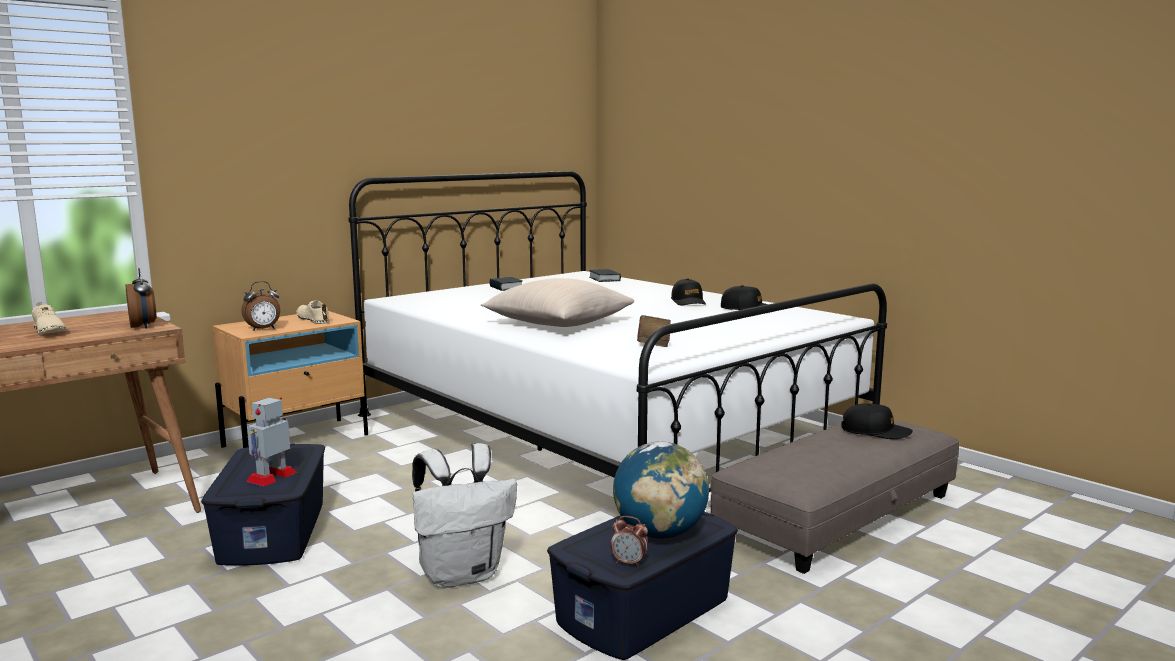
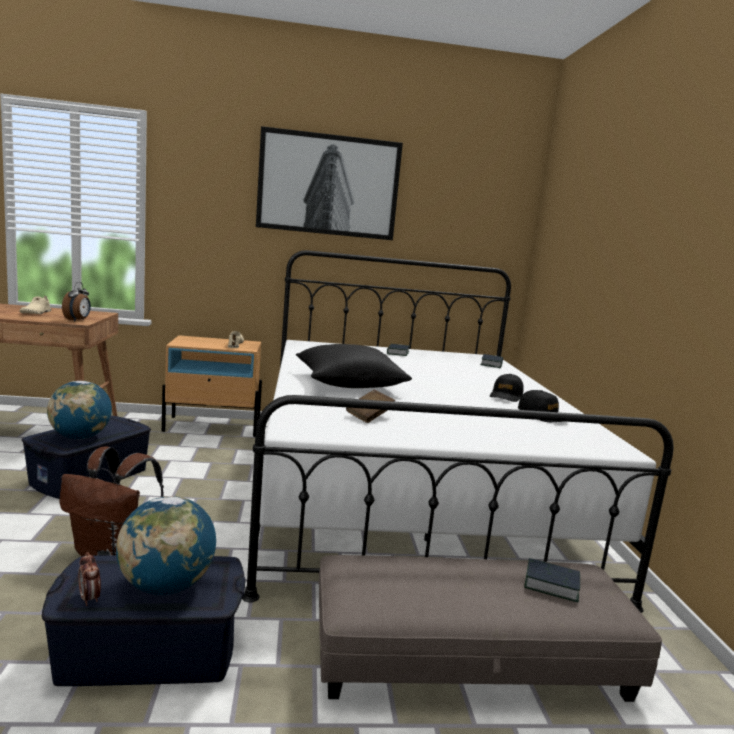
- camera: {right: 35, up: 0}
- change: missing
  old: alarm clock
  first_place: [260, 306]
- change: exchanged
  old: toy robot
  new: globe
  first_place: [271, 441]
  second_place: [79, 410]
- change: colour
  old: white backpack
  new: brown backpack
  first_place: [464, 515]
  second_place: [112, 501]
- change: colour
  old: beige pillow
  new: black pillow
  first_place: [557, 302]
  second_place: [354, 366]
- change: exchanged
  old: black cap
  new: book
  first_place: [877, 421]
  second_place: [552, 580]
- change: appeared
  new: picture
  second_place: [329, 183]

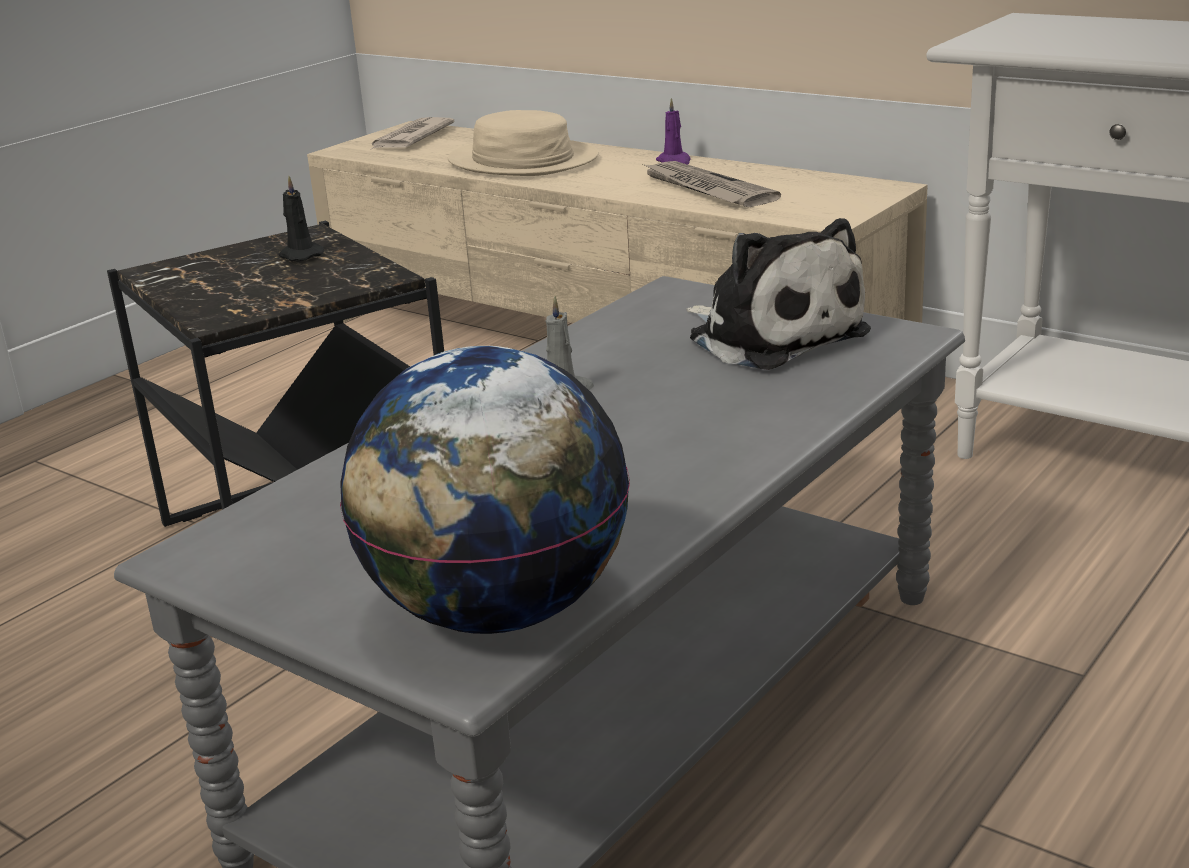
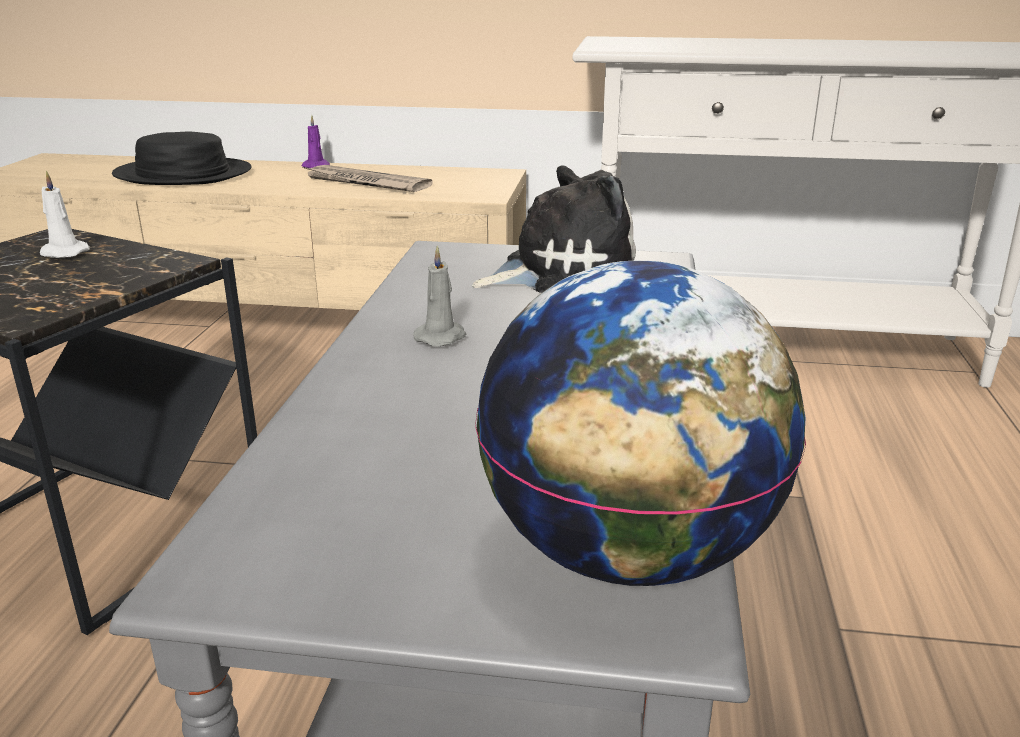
- camera: {right: -30, up: 0}
- change: colour
  old: black candle
  new: white candle
  first_place: [301, 218]
  second_place: [65, 214]
- change: missing
  old: newspaper
  first_place: [412, 133]
- change: colour
  old: beige hat
  new: black hat
  first_place: [523, 143]
  second_place: [181, 158]
- change: spun
  old: plush toy
  first_place: [778, 294]
  second_place: [554, 229]
  degrees: -45

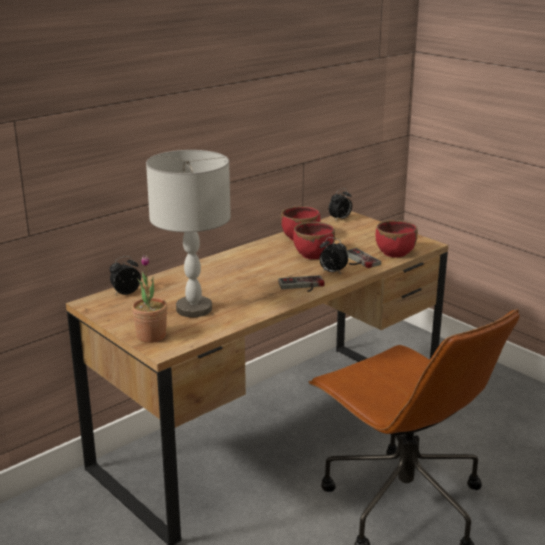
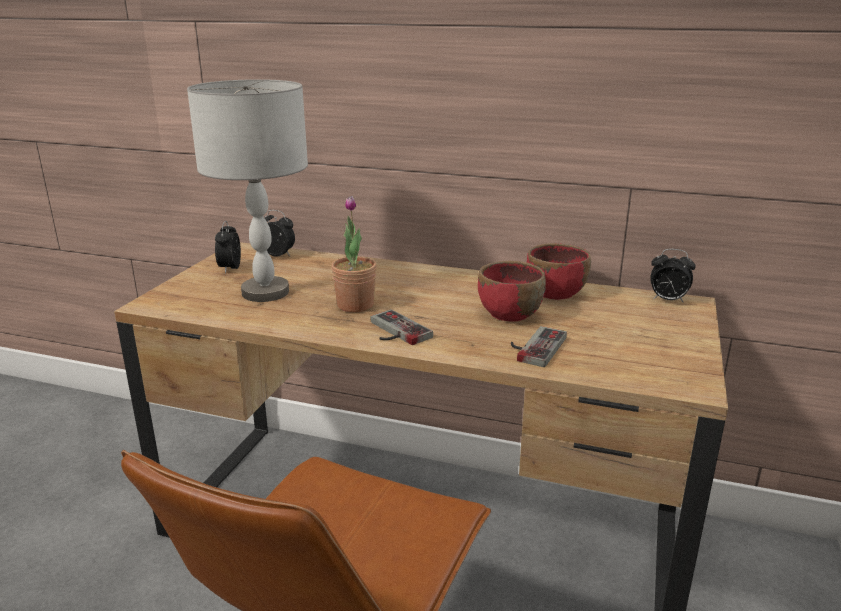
- camera: {right: 60, up: 0}
- change: relocated
  old: potted plant
  first_place: [149, 299]
  second_place: [354, 254]
- change: relocated
  old: alarm clock
  first_place: [333, 255]
  second_place: [228, 247]
- change: missing
  old: red bowl
  first_place: [397, 238]

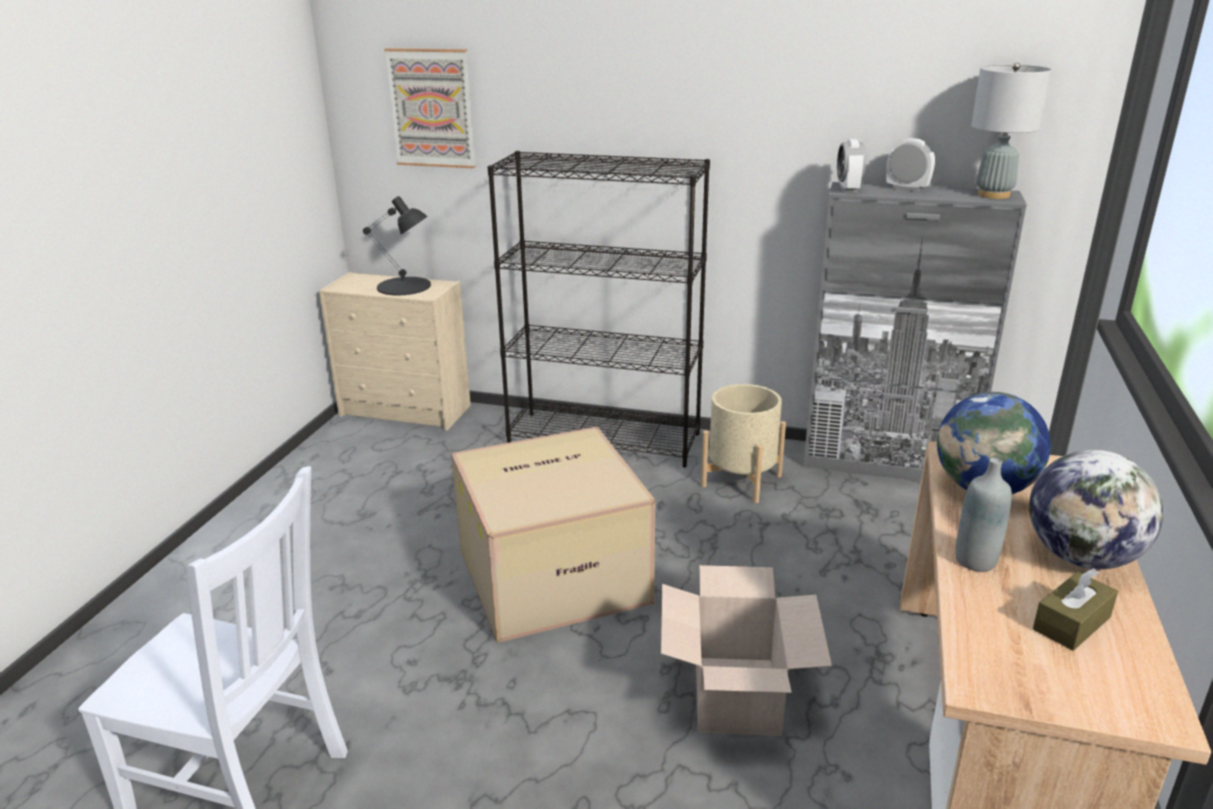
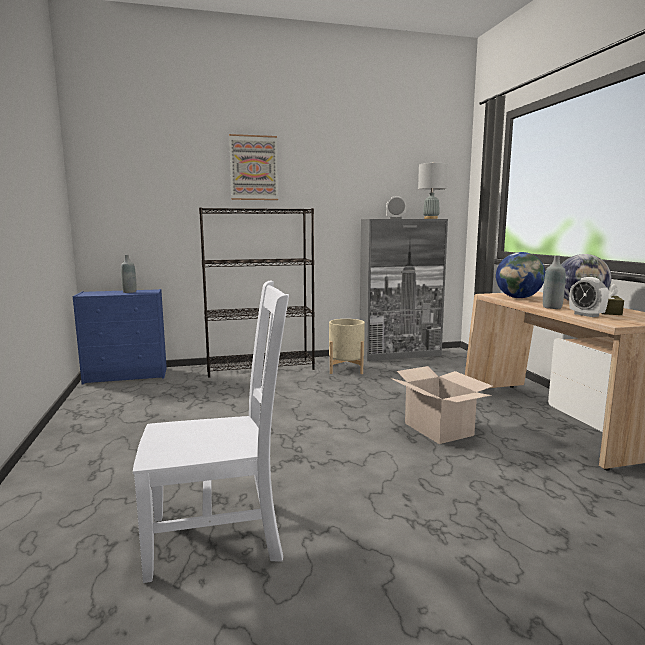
- camera: {right: -30, up: -15}
- change: colour
  old: beige dresser
  new: blue dresser
  first_place: [395, 351]
  second_place: [120, 336]
- change: exchanged
  old: black table lamp
  new: grey bottle
  first_place: [397, 245]
  second_place: [128, 274]
- change: relocated
  old: picture
  first_place: [430, 108]
  second_place: [253, 167]
- change: missing
  old: cardboard box
  first_place: [553, 534]
- change: relocated
  old: alarm clock
  first_place: [851, 166]
  second_place: [589, 297]

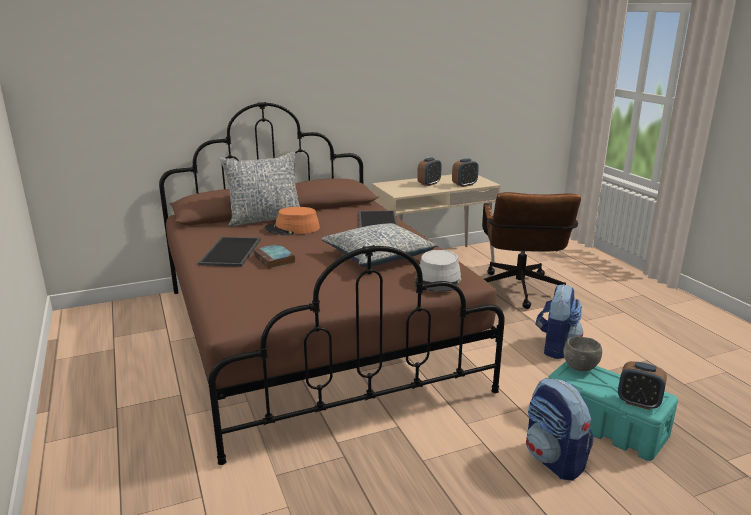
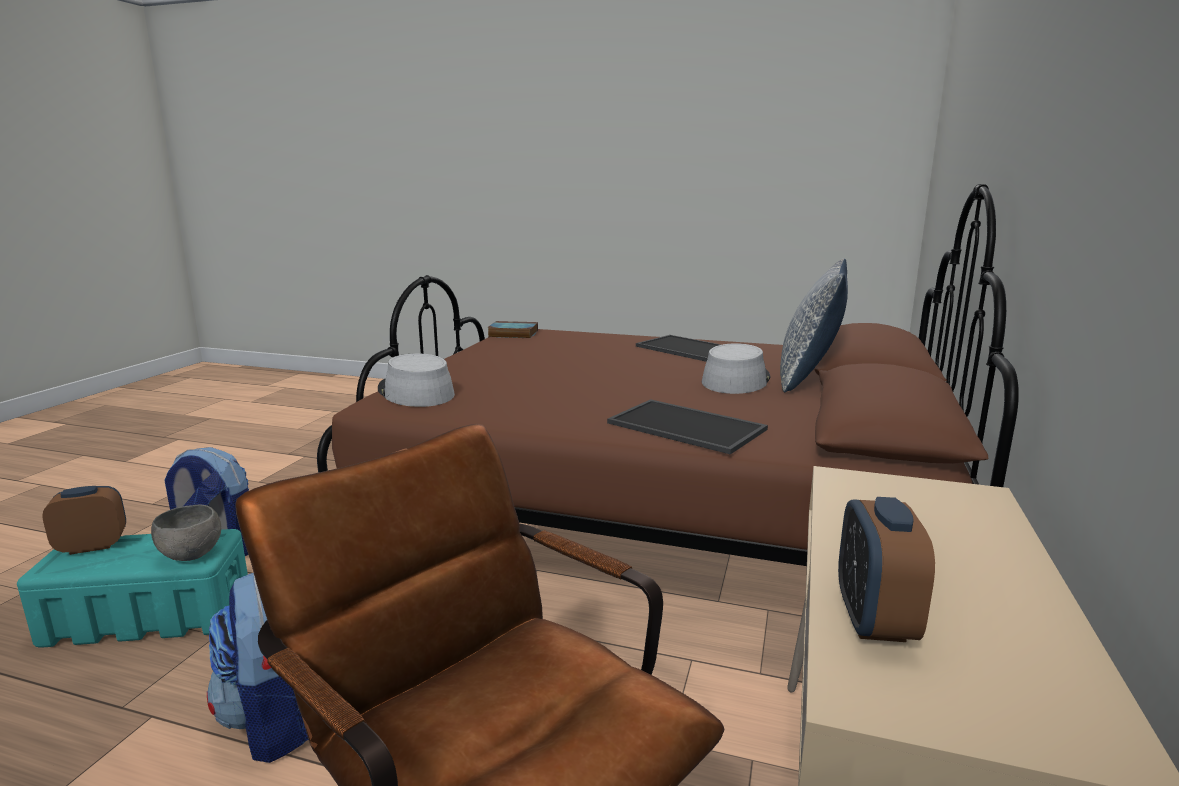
- camera: {right: 130, up: -5}
- change: relocated
  old: book
  first_place: [274, 256]
  second_place: [512, 329]
- change: colour
  old: orange hat
  new: grey hat
  first_place: [292, 221]
  second_place: [736, 368]
- change: missing
  old: pillow
  first_place: [379, 245]
- change: missing
  old: alarm clock
  first_place: [429, 171]

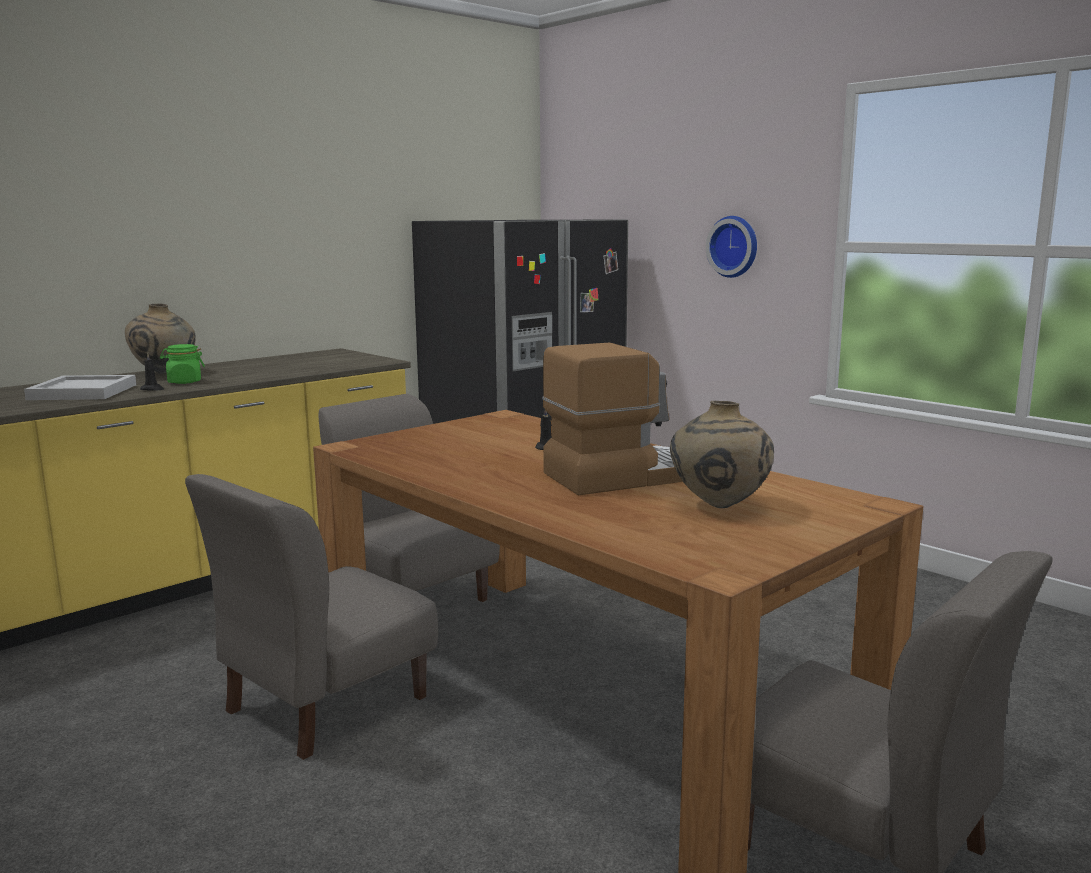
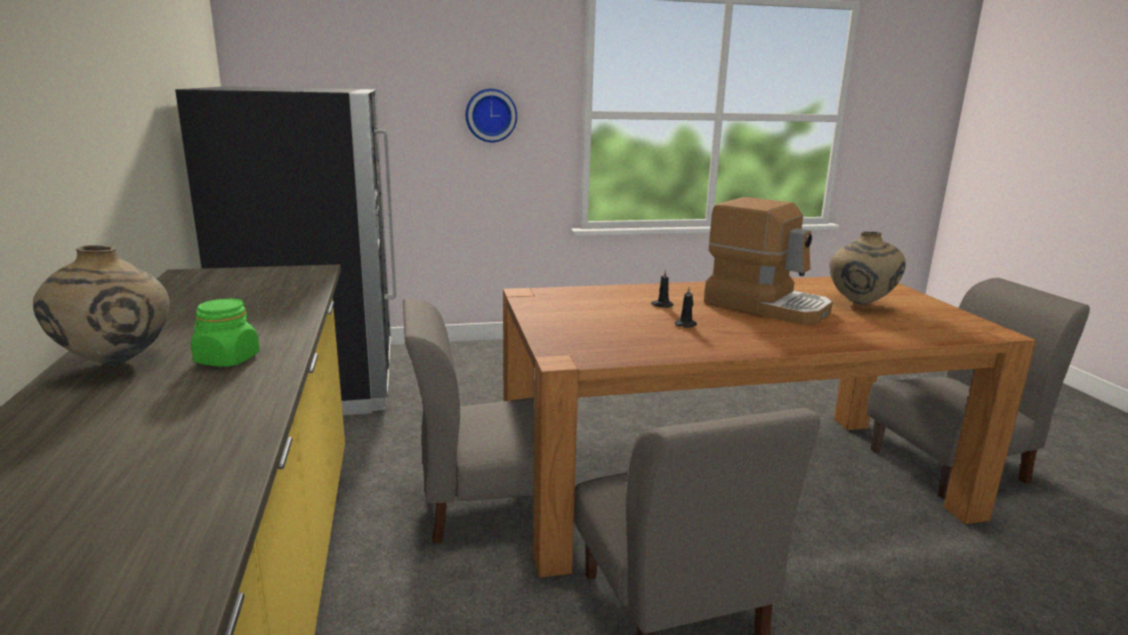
- camera: {right: -60, up: 5}
- change: missing
  old: white tray
  first_place: [80, 387]
- change: relocated
  old: black candle
  first_place: [152, 371]
  second_place: [686, 307]
- change: spun
  old: coffee machine
  first_place: [612, 419]
  second_place: [768, 261]
  degrees: 120

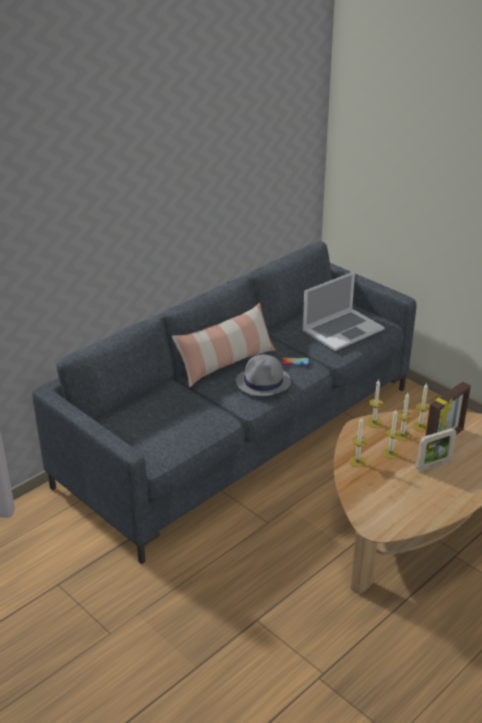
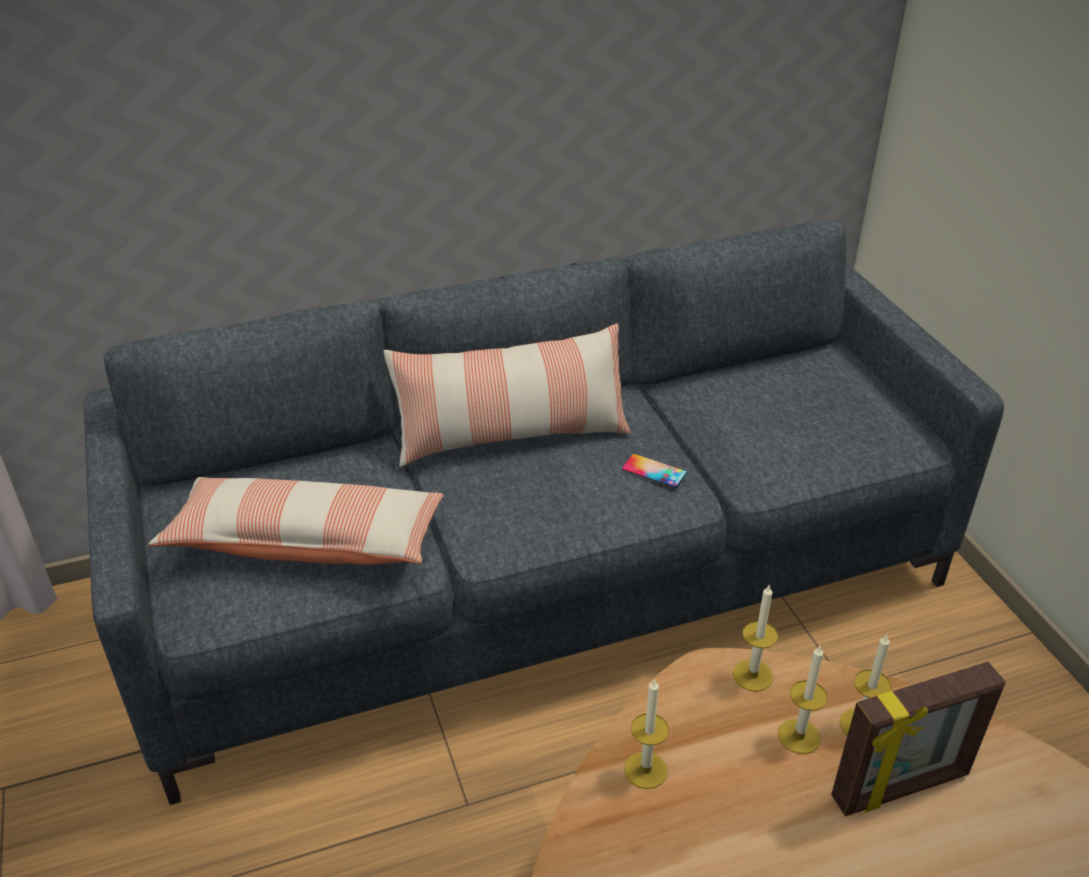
- camera: {right: 25, up: 5}
- change: missing
  old: grey hat
  first_place: [263, 375]
- change: missing
  old: laptop
  first_place: [344, 311]
- change: missing
  old: candle
  first_place: [391, 434]
- change: missing
  old: picture frame
  first_place: [436, 449]
- change: appeared
  new: pillow
  second_place: [296, 521]

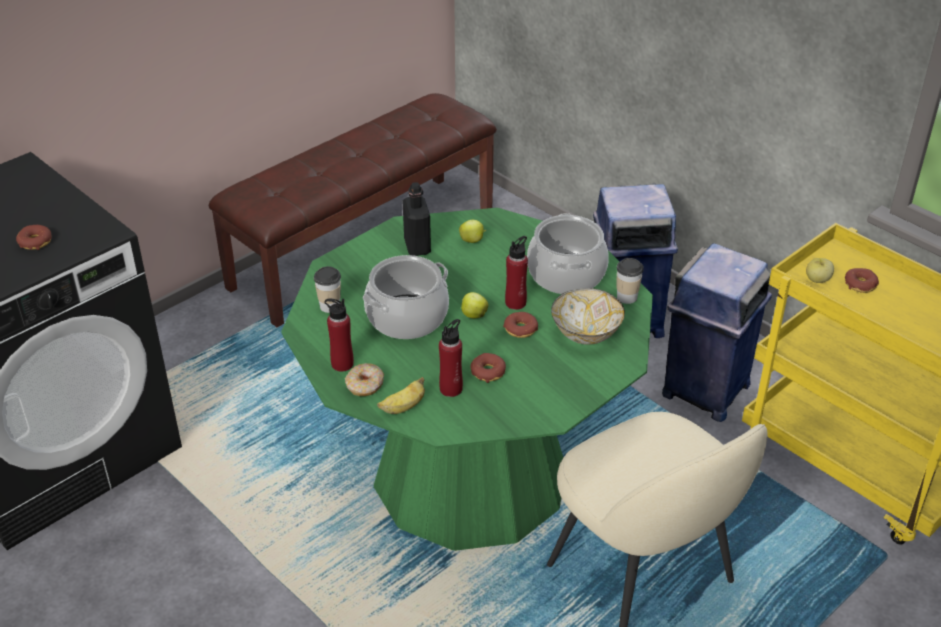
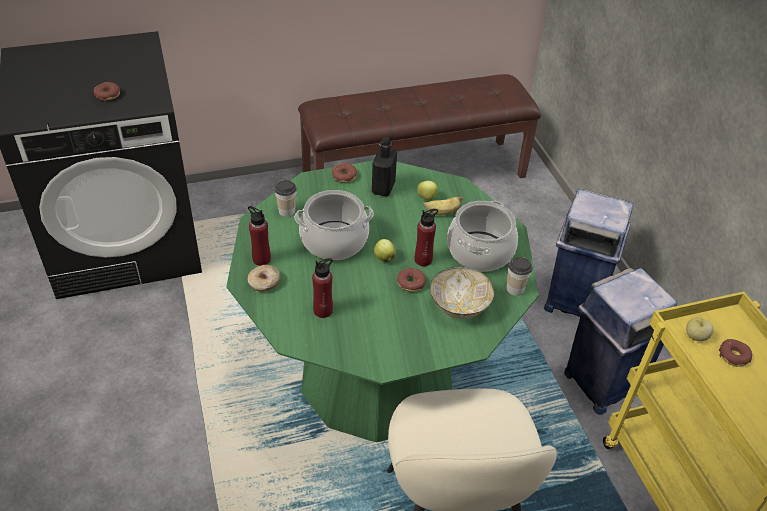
- camera: {right: 25, up: 5}
- change: relocated
  old: banana
  first_place: [401, 395]
  second_place: [443, 205]
- change: relocated
  old: donut
  first_place: [488, 368]
  second_place: [345, 173]

